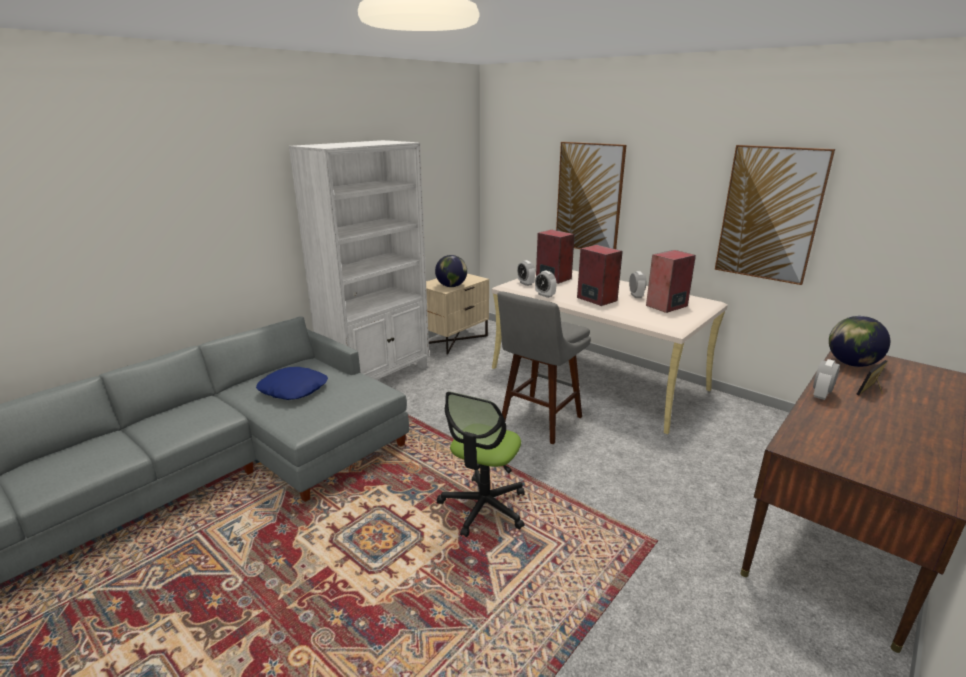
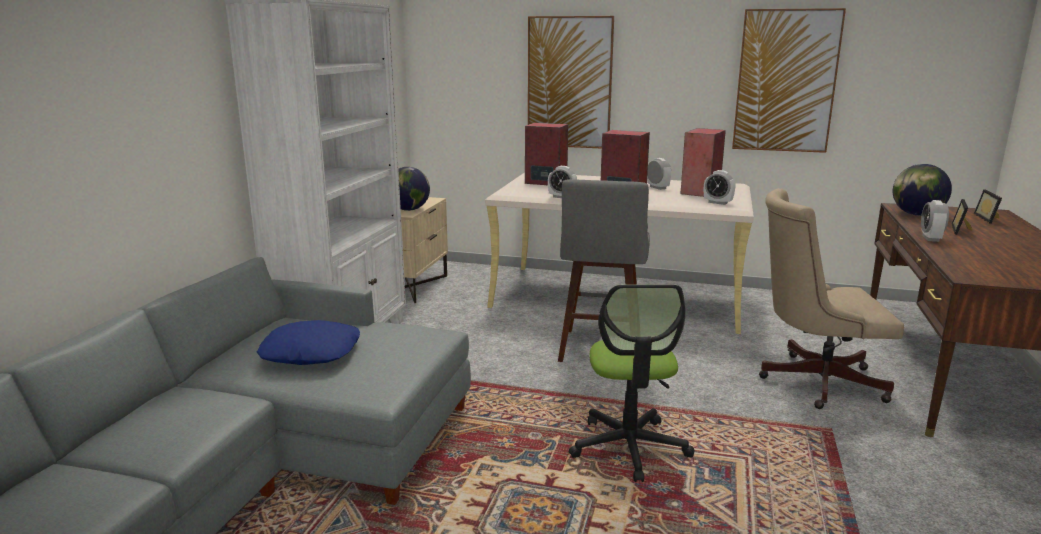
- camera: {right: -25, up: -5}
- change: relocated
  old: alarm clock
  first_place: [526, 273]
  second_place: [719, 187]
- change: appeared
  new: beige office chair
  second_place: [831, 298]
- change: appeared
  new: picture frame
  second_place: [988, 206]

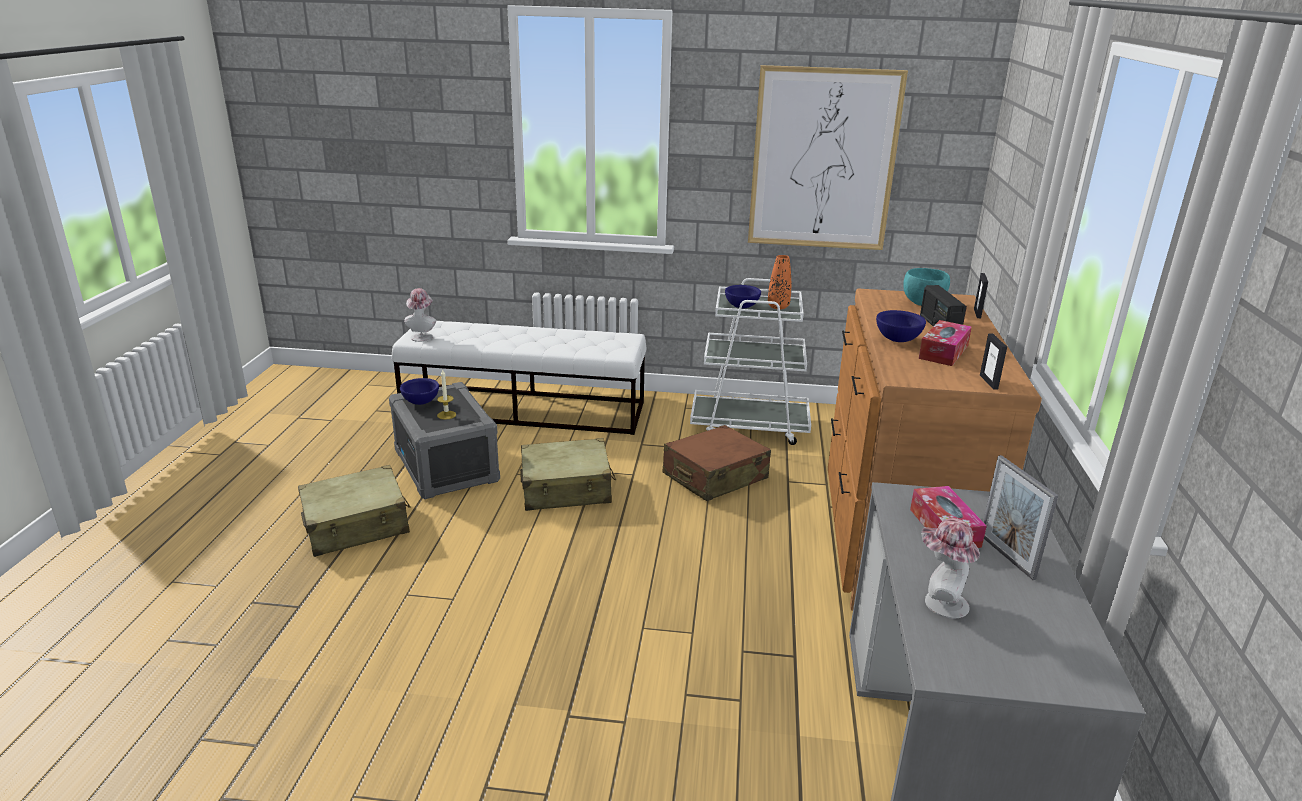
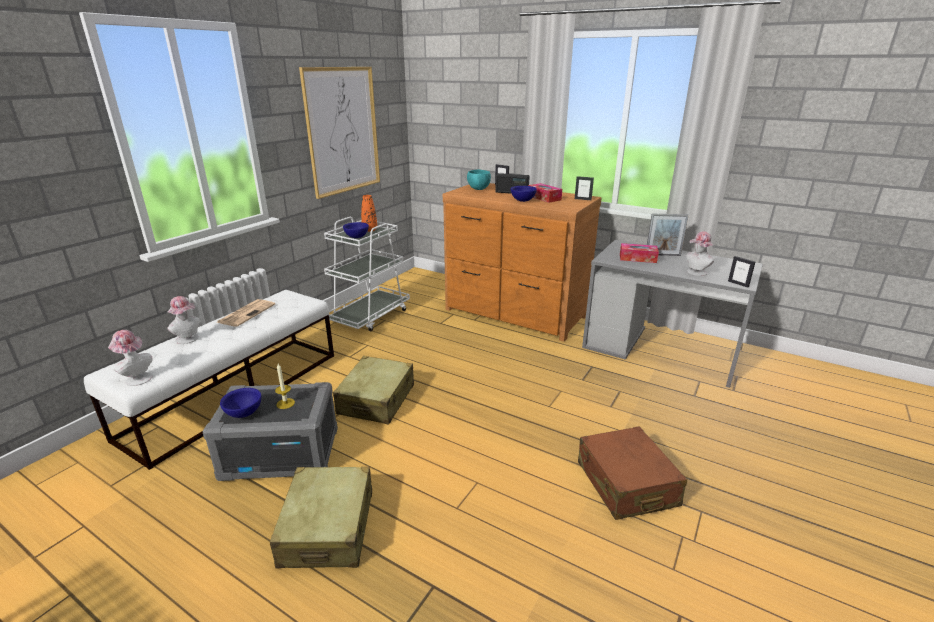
- camera: {right: -65, up: 0}
- change: relocated
  old: brown suitcase
  first_place: [717, 463]
  second_place: [632, 473]
- change: appeared
  new: hat
  second_place: [183, 320]
- change: appeared
  new: newspaper
  second_place: [246, 313]
- change: appeared
  new: picture frame
  second_place: [741, 272]

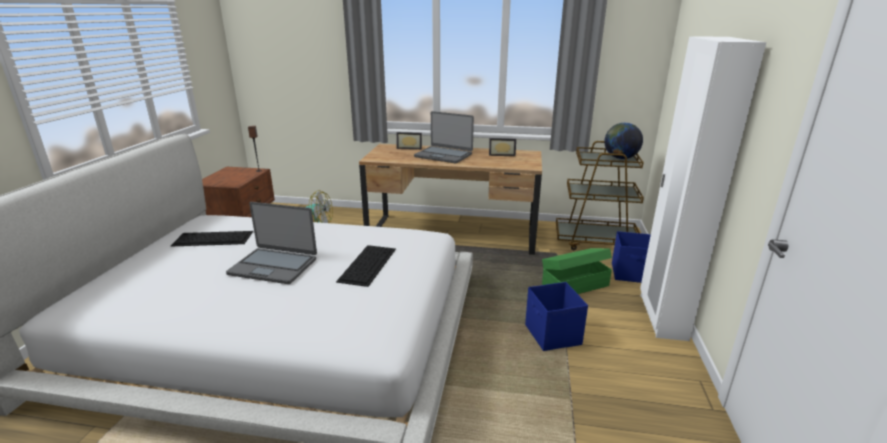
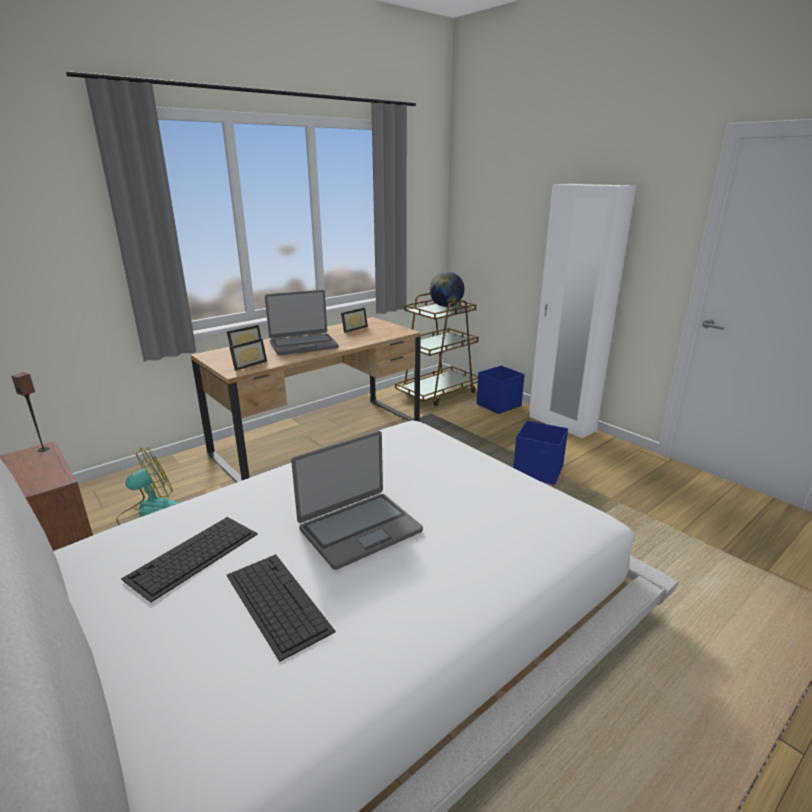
- camera: {right: -50, up: 0}
- change: relocated
  old: keyboard
  first_place: [366, 266]
  second_place: [281, 608]
- change: missing
  old: green storage box
  first_place: [577, 271]
- change: appeared
  new: picture frame
  second_place: [248, 354]

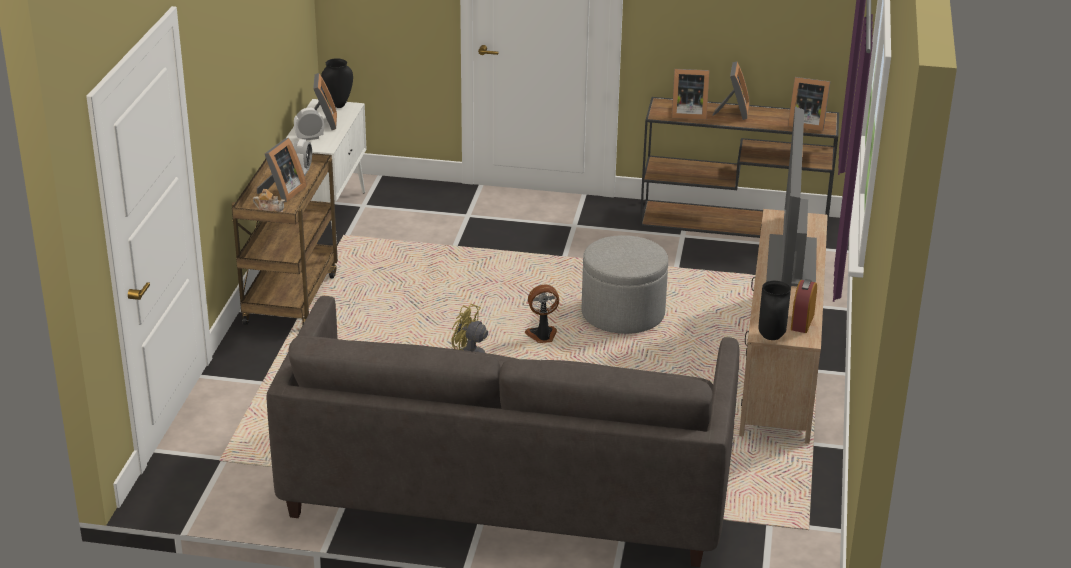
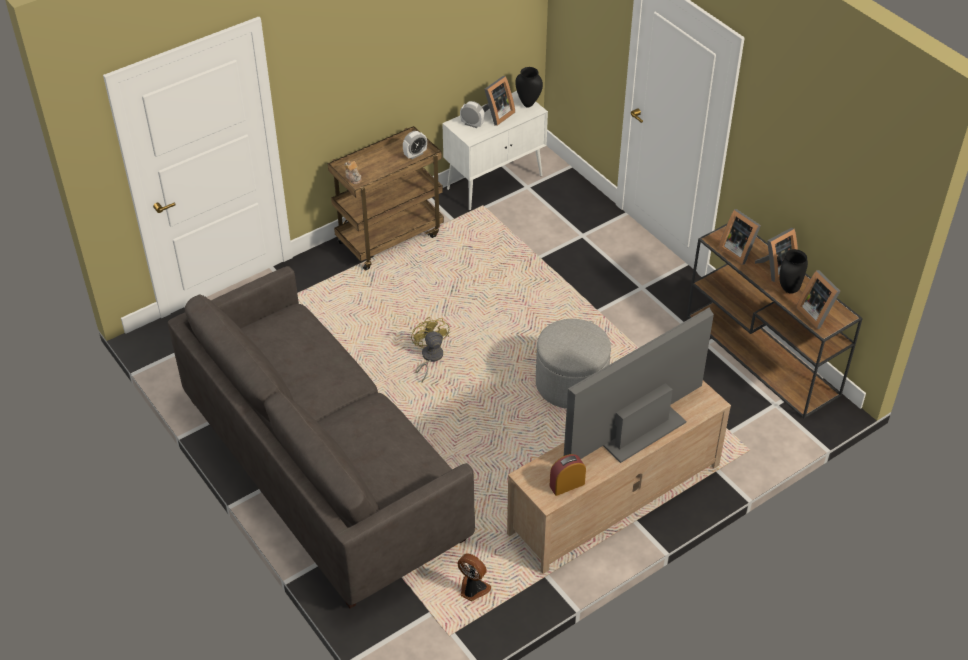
- camera: {right: 45, up: 15}
- change: missing
  old: picture frame
  first_place: [281, 170]
- change: relocated
  old: fan
  first_place: [542, 314]
  second_place: [474, 577]
- change: relocated
  old: black vase
  first_place: [774, 310]
  second_place: [793, 271]

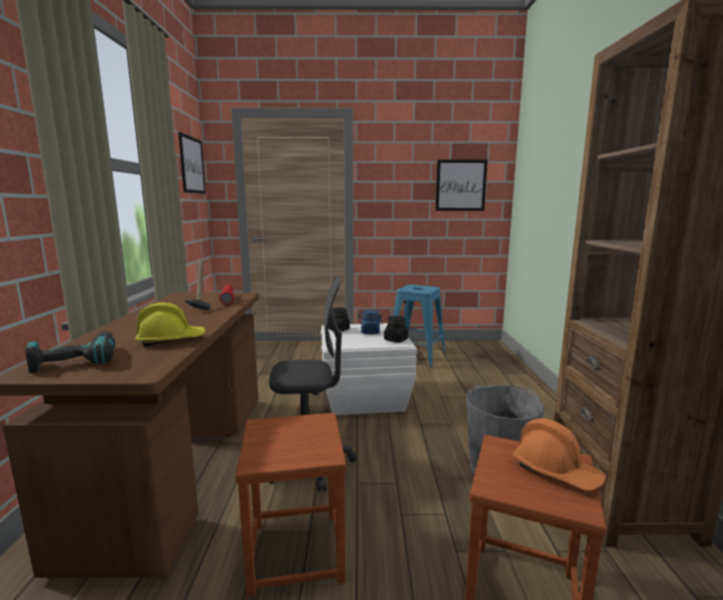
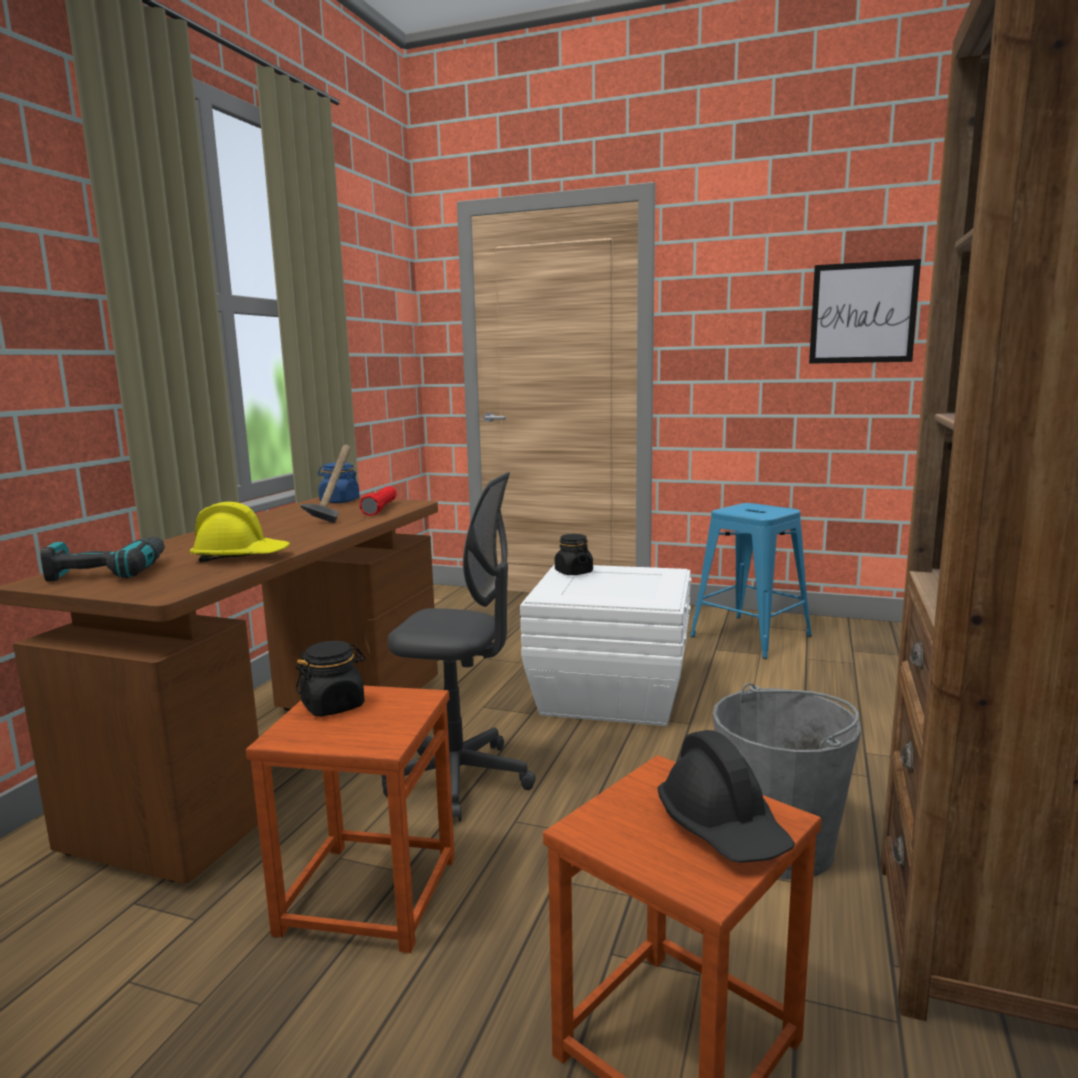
- camera: {right: 20, up: 0}
- change: missing
  old: picture
  first_place: [192, 163]
- change: relocated
  old: blue jar
  first_place: [370, 322]
  second_place: [339, 483]
- change: relocated
  old: black jar
  first_place: [396, 329]
  second_place: [330, 678]
- change: colour
  old: orange hard hat
  new: black hard hat
  first_place: [559, 454]
  second_place: [726, 796]

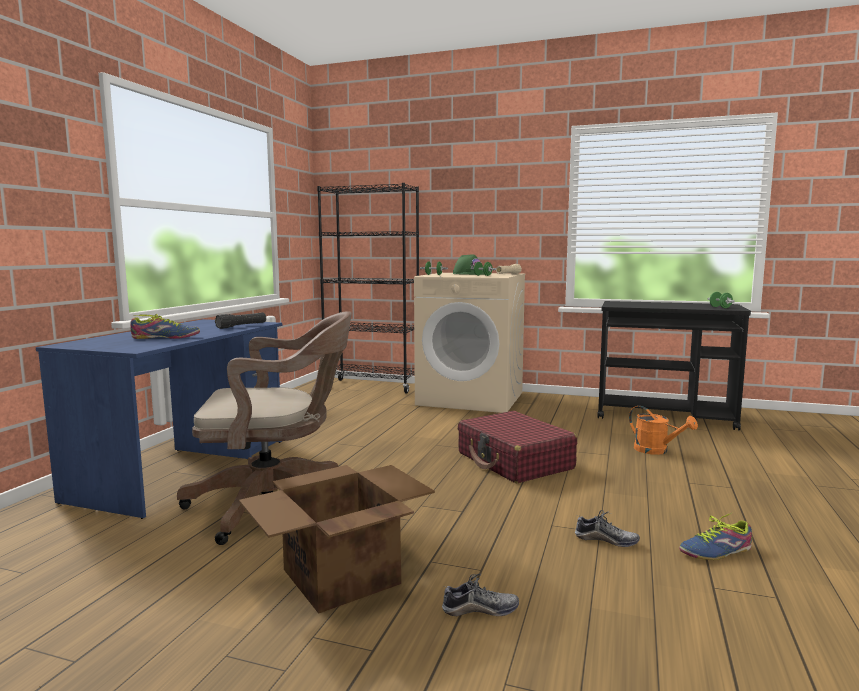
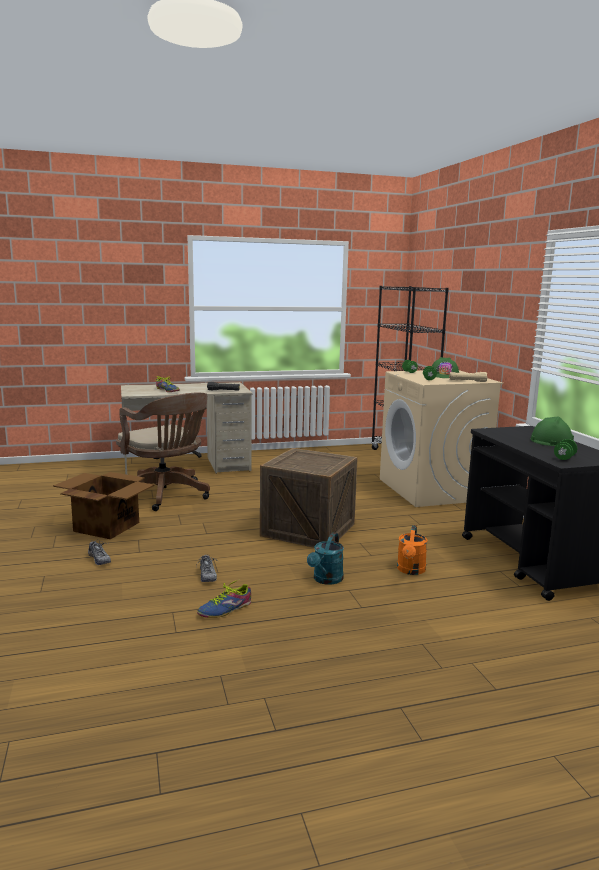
- camera: {right: 55, up: 5}
- change: colour
  old: blue desk
  new: beige desk
  first_place: [159, 419]
  second_place: [186, 428]
- change: exchanged
  old: red suitcase
  new: crate
  first_place: [517, 447]
  second_place: [309, 498]
- change: spun
  old: shoe
  first_place: [715, 536]
  second_place: [224, 598]
  degrees: -75
- change: appeared
  new: turquoise watering can
  second_place: [325, 559]
- change: appeared
  new: green hard hat
  second_place: [552, 431]

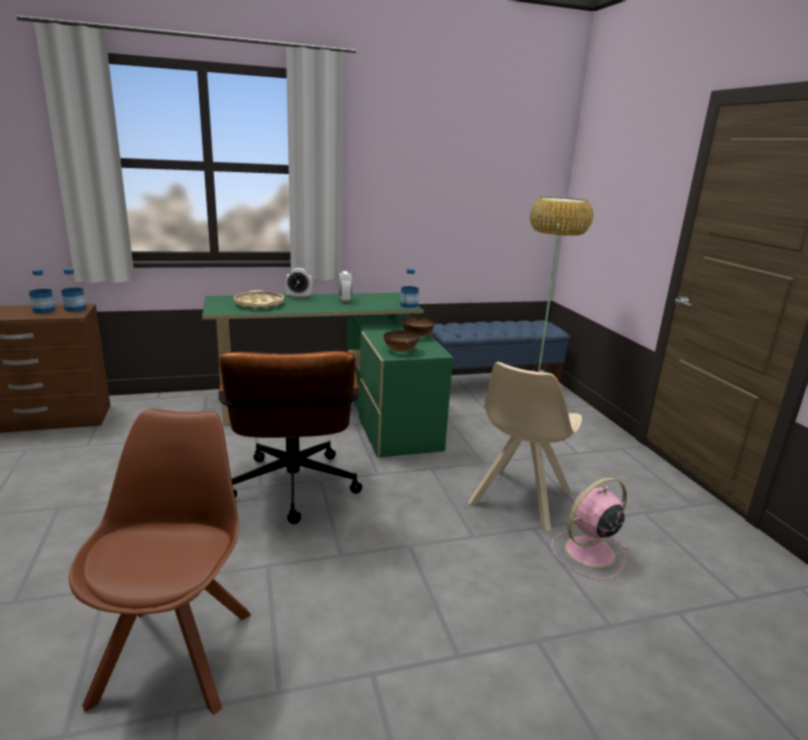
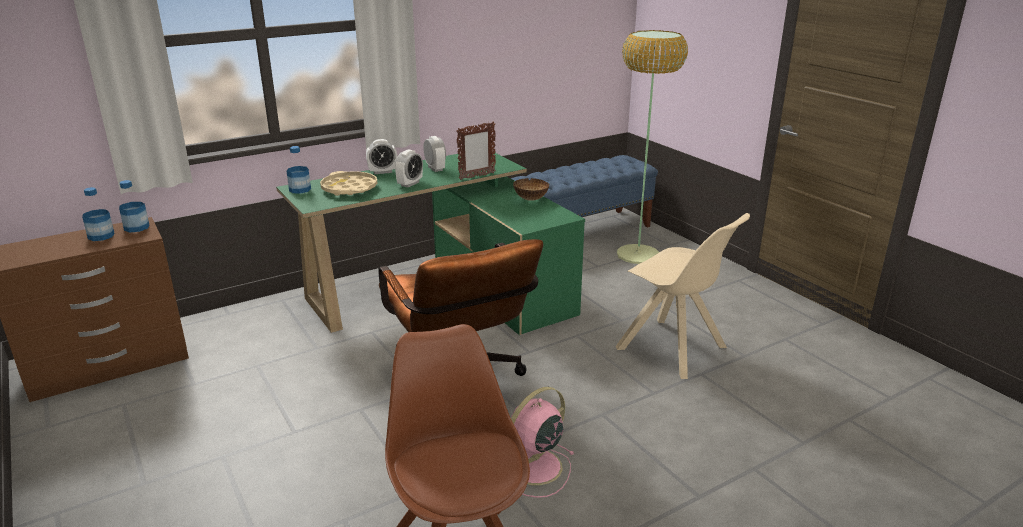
- camera: {right: -15, up: 5}
- change: missing
  old: bowl
  first_place: [401, 341]
- change: relocated
  old: bottle
  first_place: [409, 288]
  second_place: [299, 170]
- change: spun
  old: beige chair
  first_place: [525, 446]
  second_place: [682, 296]
  degrees: -60
- change: relocated
  old: pink fan
  first_place: [589, 528]
  second_place: [543, 442]
- change: appeared
  new: alarm clock
  second_place: [409, 168]
- change: appeared
  new: picture frame
  second_place: [476, 150]

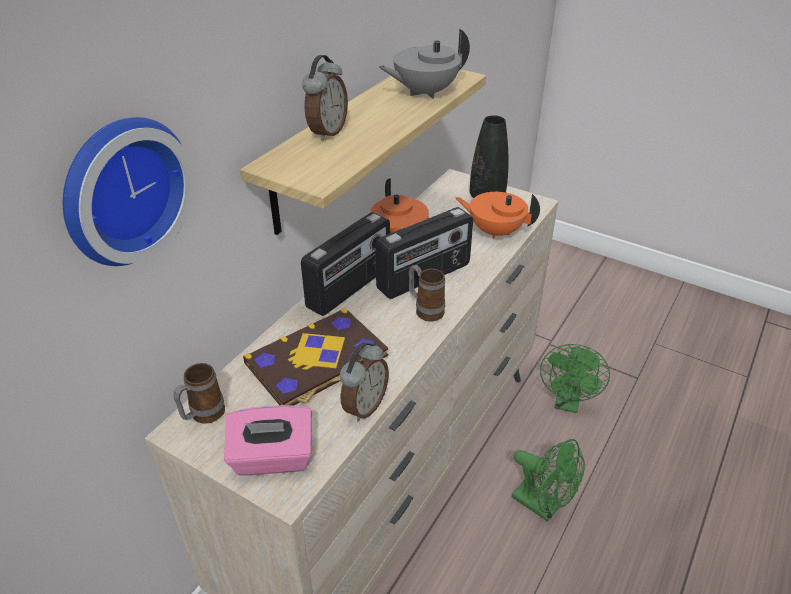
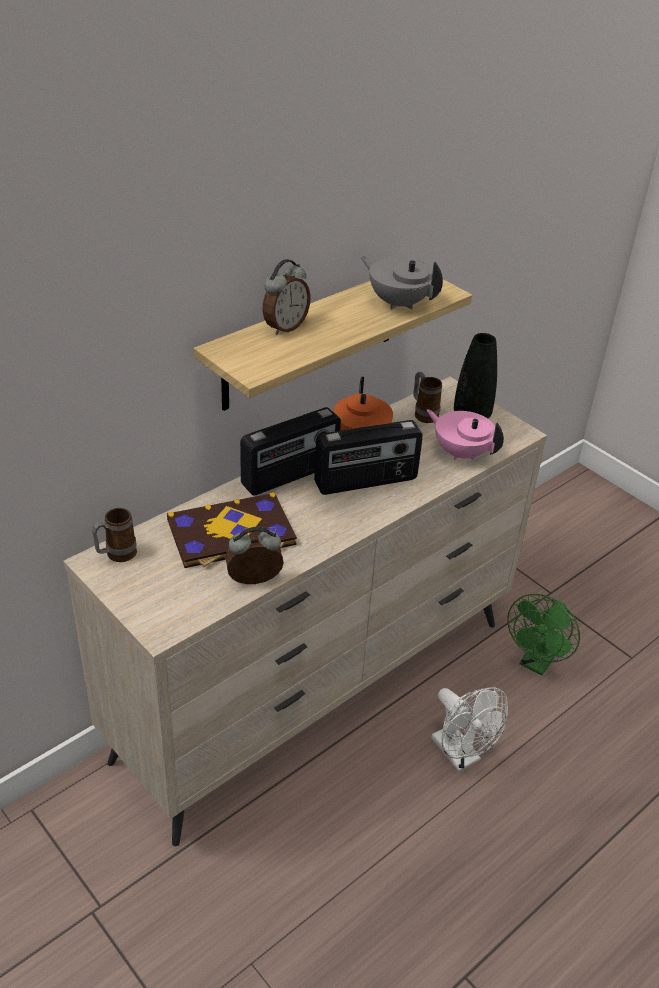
- camera: {right: 15, up: 0}
- change: missing
  old: wall clock
  first_place: [128, 191]
- change: missing
  old: pink tissue box
  first_place: [268, 440]
- change: spun
  old: alarm clock
  first_place: [364, 382]
  second_place: [254, 555]
  degrees: -150
- change: spun
  old: grey teapot
  first_place: [424, 64]
  second_place: [402, 283]
  degrees: 45
- change: relocated
  old: mug
  first_place: [427, 293]
  second_place: [427, 397]
- change: colour
  old: orange teapot
  new: pink teapot
  first_place: [498, 215]
  second_place: [465, 434]
- change: colour
  old: green fan
  new: white fan
  first_place: [548, 480]
  second_place: [469, 729]

